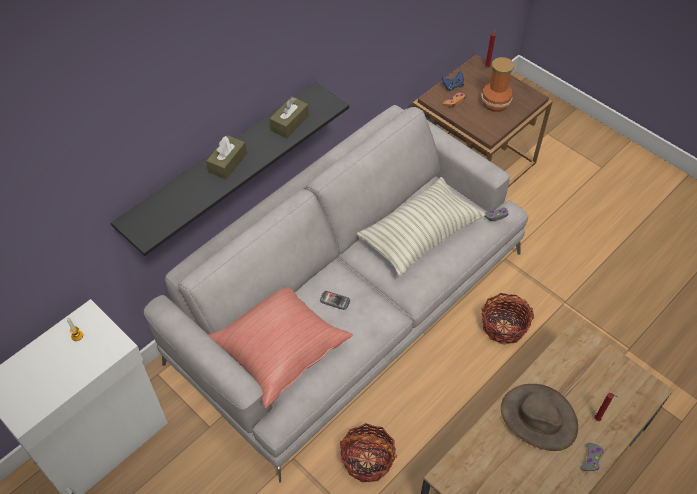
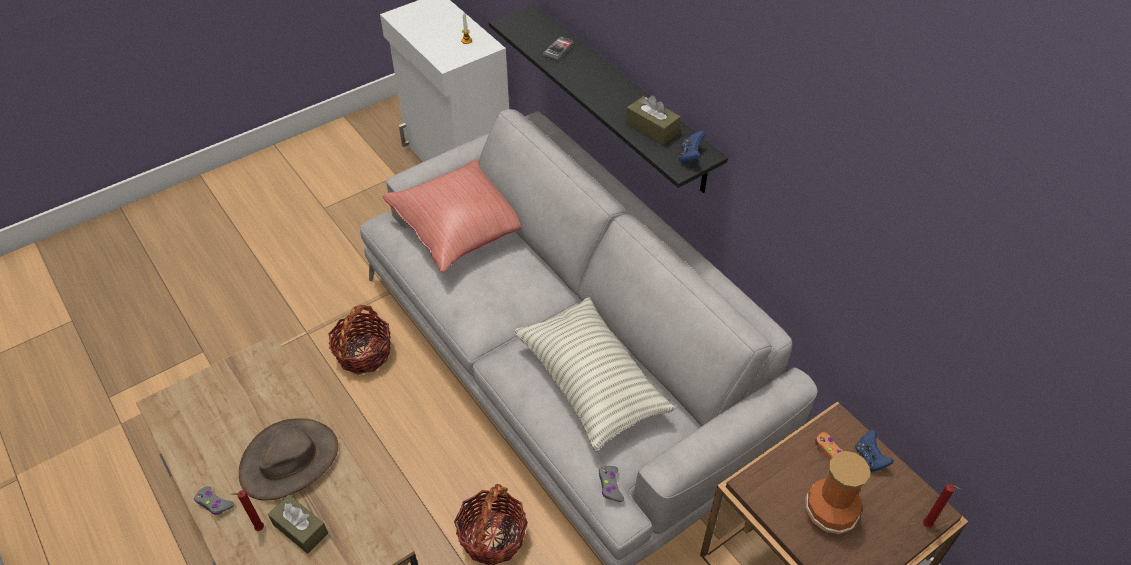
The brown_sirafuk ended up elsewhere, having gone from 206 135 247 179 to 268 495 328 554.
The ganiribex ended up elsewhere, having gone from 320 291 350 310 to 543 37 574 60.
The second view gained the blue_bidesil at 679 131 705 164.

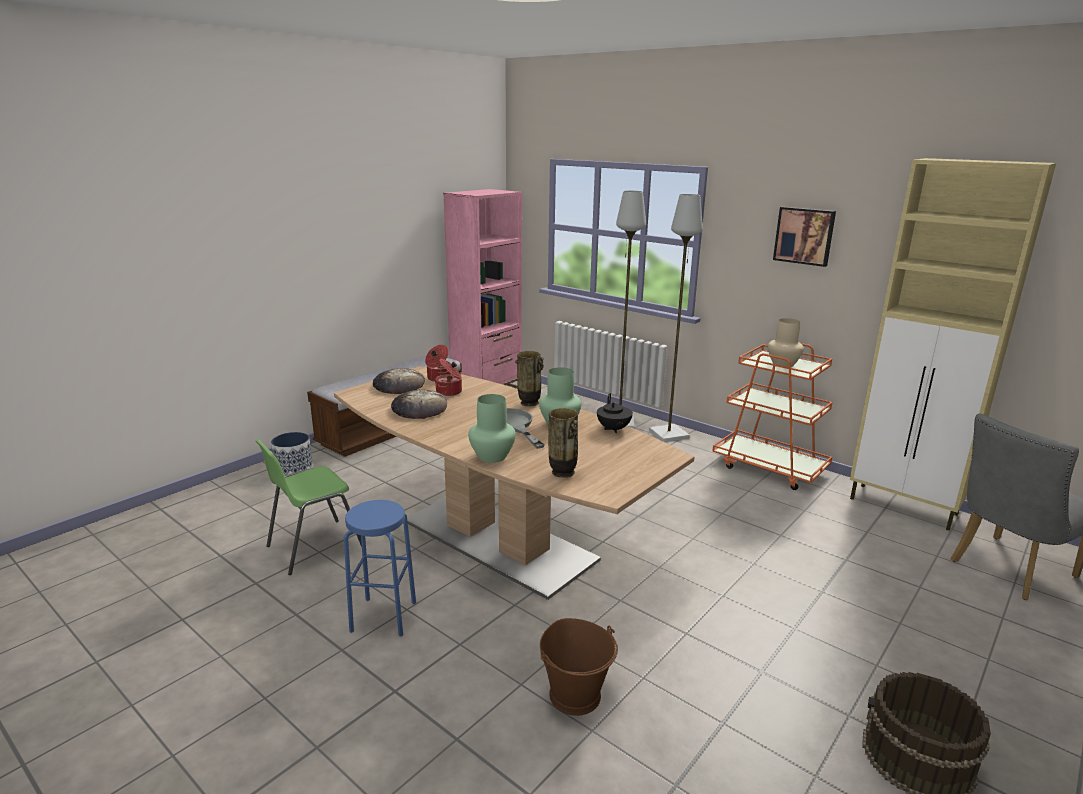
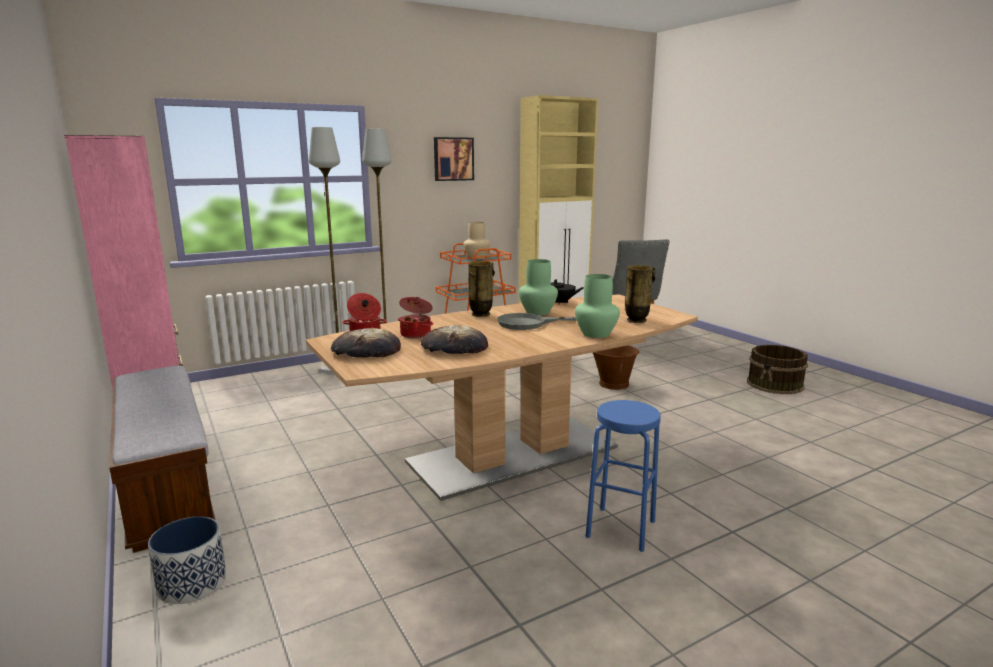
The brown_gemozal ended up elsewhere, having gone from 540 618 618 716 to 592 345 640 390.
The second view lost the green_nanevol at 256 439 362 575.

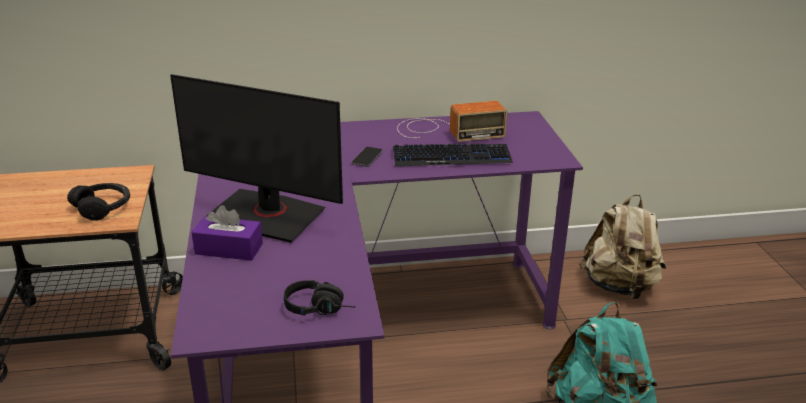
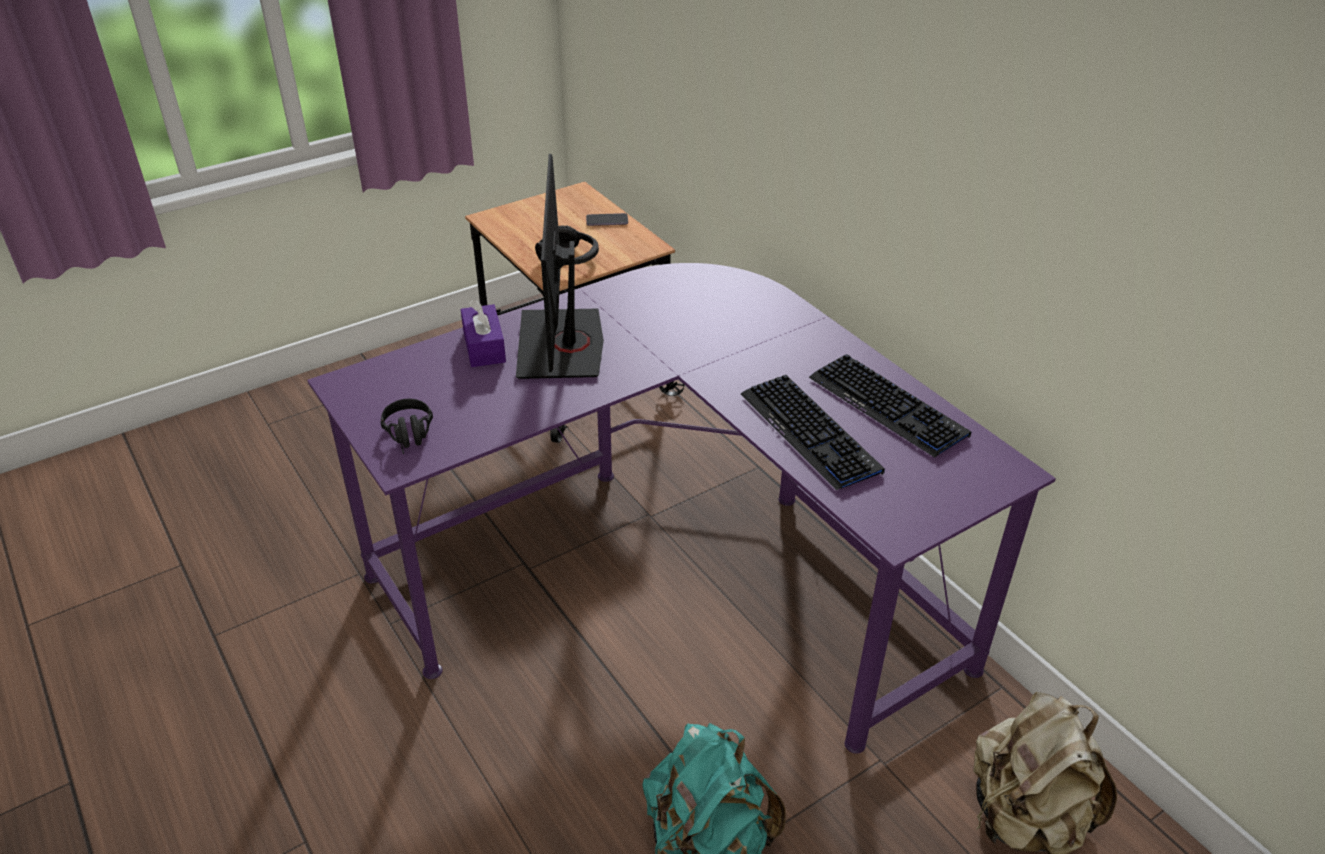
The ganiribex ended up elsewhere, having gone from 352 147 383 167 to 586 213 628 226.
Where the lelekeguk stood at 397 101 508 142, the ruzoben came to stand at 809 354 971 457.

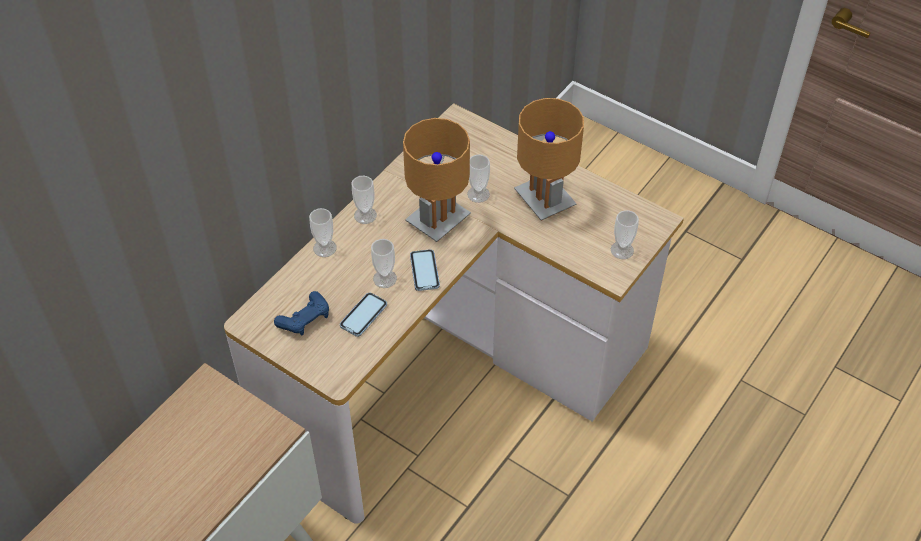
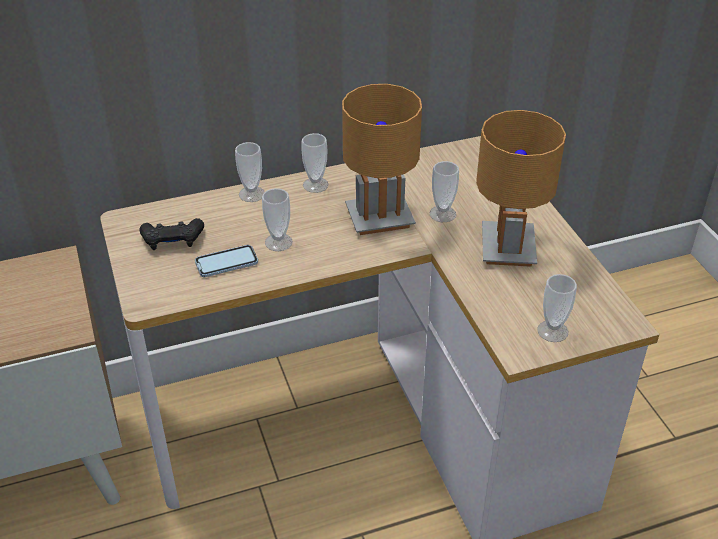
What was the blue_bidesil at 274 291 329 335 turned into the black_bidesil at 139 218 204 250.
The second view lost the ganiribex at 410 249 440 291.

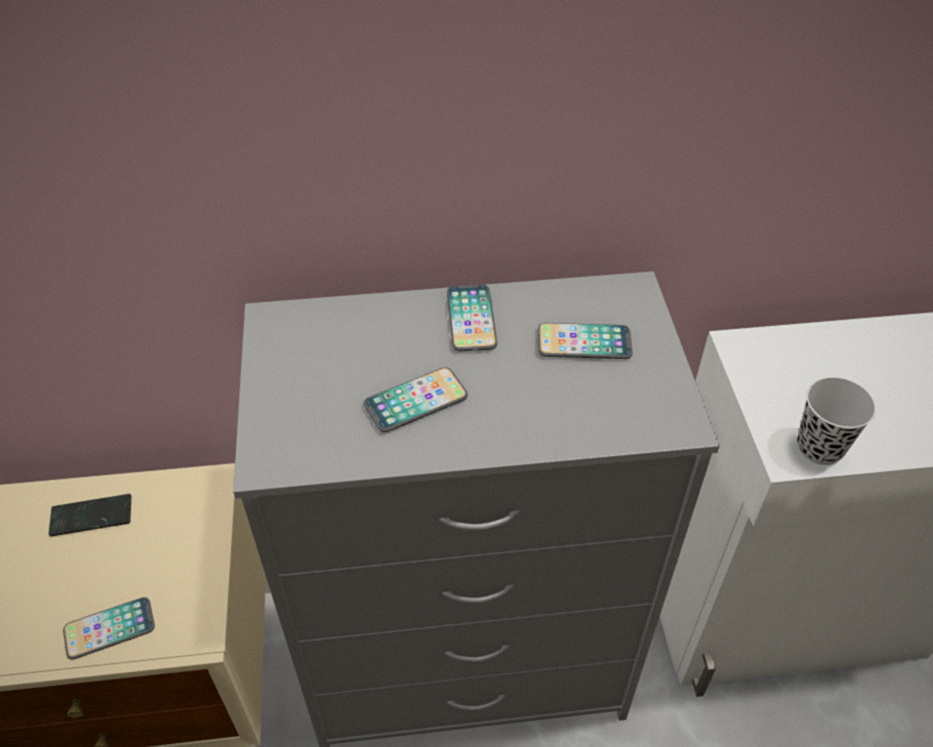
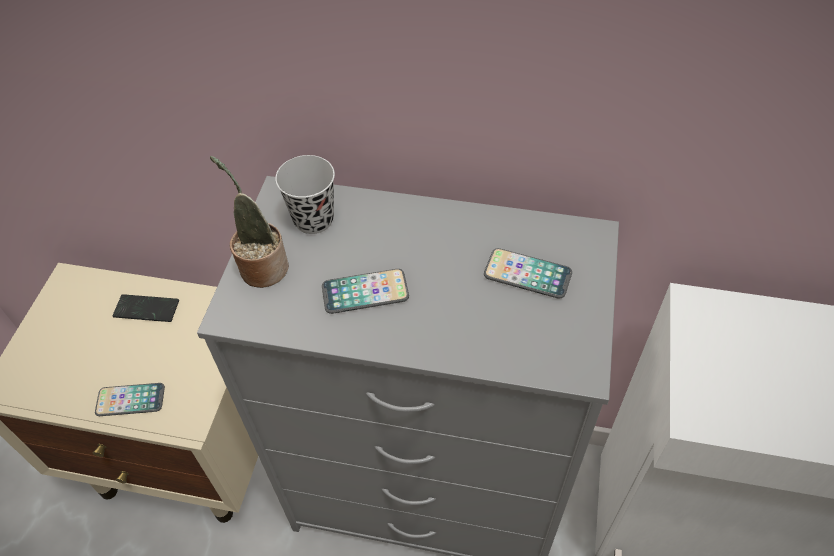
The second view gained the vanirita at 210 156 289 288.
The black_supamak ended up elsewhere, having gone from 797 377 876 465 to 275 155 335 234.
The second view lost the ganiribex at 447 285 497 351.

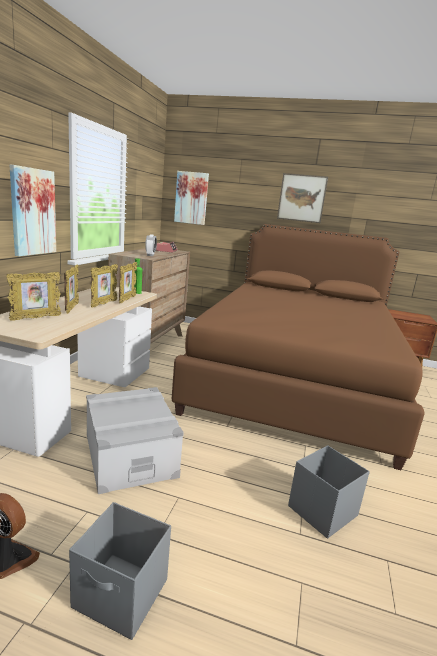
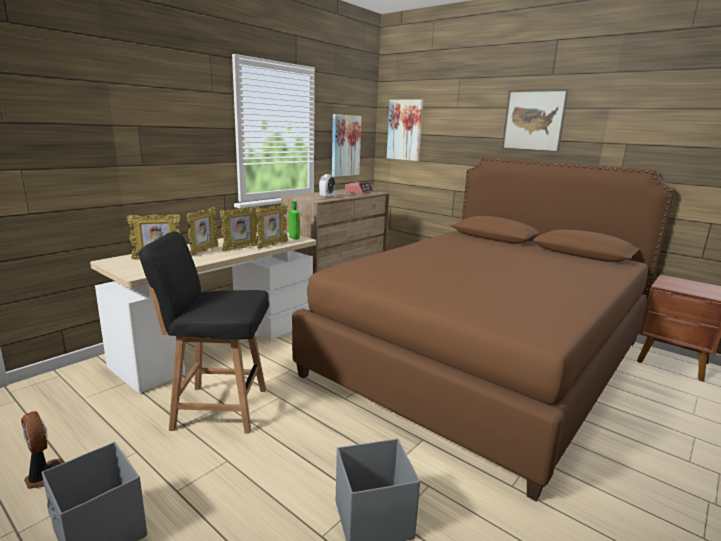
Where the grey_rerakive stood at 86 387 184 494, the black_nanevol came to stand at 138 231 269 433.
The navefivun ended up elsewhere, having gone from 9 165 56 256 to 332 114 362 177.

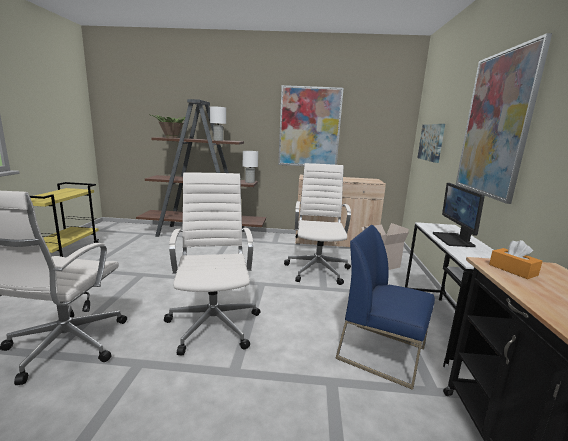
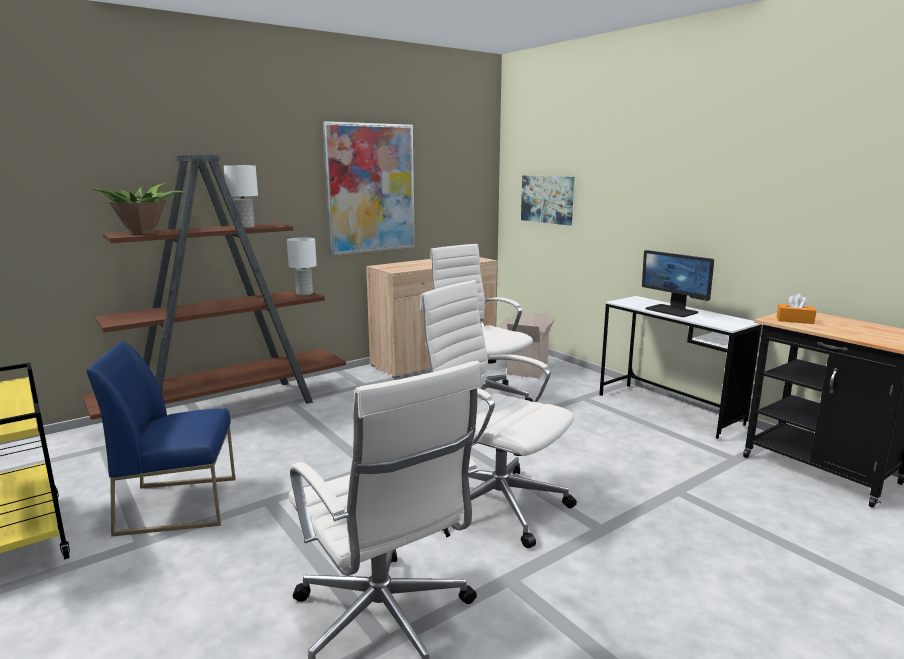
The blue_nanevol ended up elsewhere, having gone from 335 225 435 390 to 86 341 235 536.
The second view lost the navefivun at 455 33 552 204.

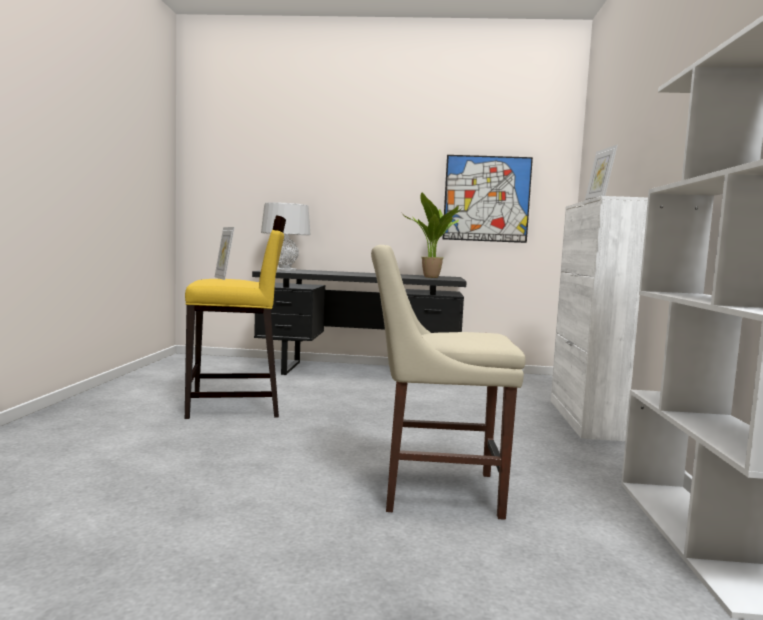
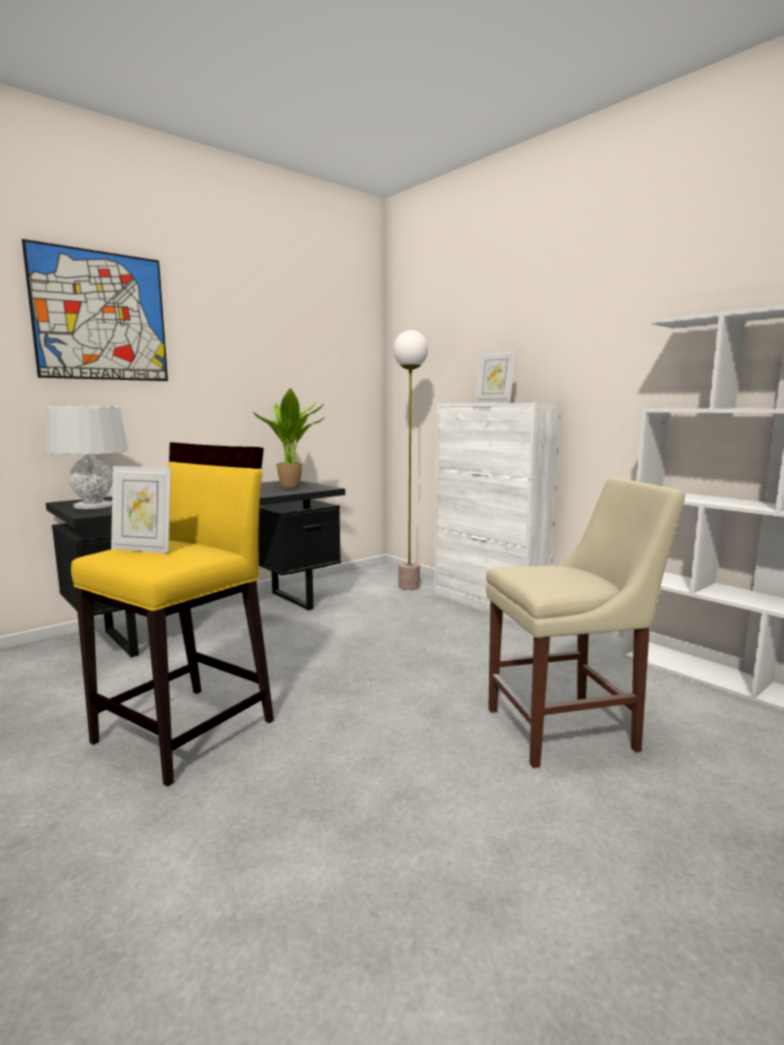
The navefivun ended up elsewhere, having gone from 443 155 533 243 to 22 239 168 381.
The second view gained the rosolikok at 393 330 428 590.
The beige_nanevol at 371 245 526 520 ended up facing another way, 150 degrees counterclockwise from before.

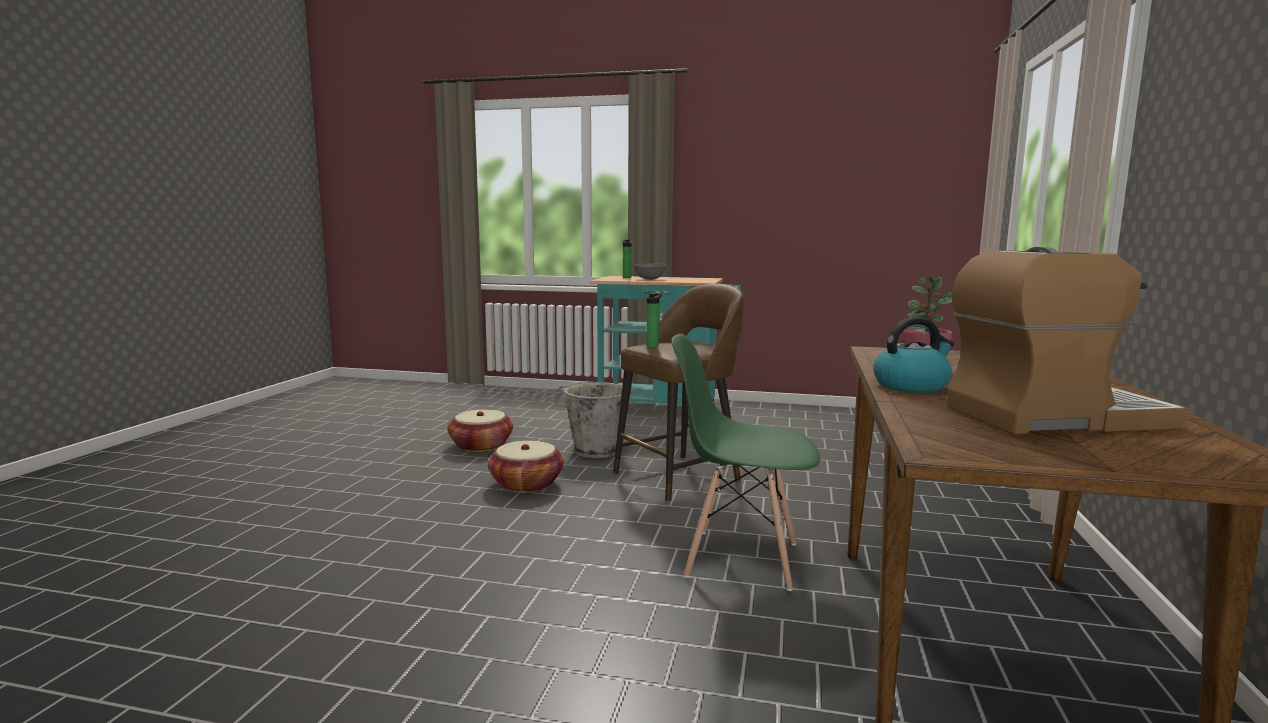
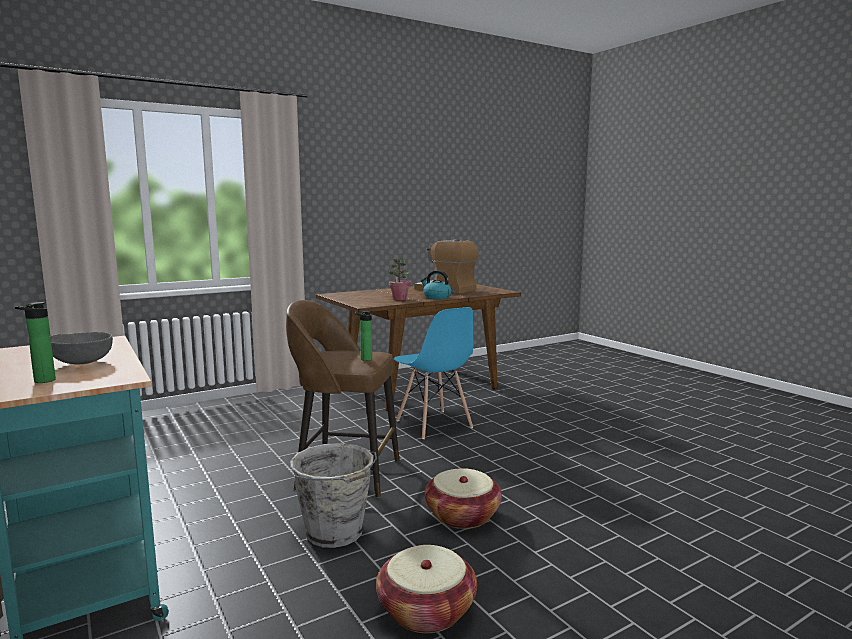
What was the green_nanevol at 671 334 820 591 turned into the blue_nanevol at 394 307 473 439.

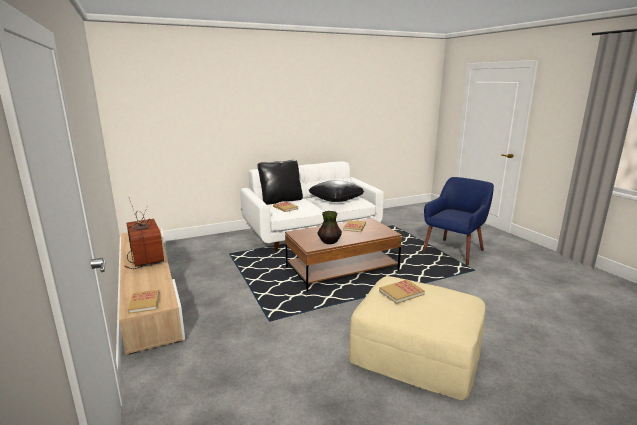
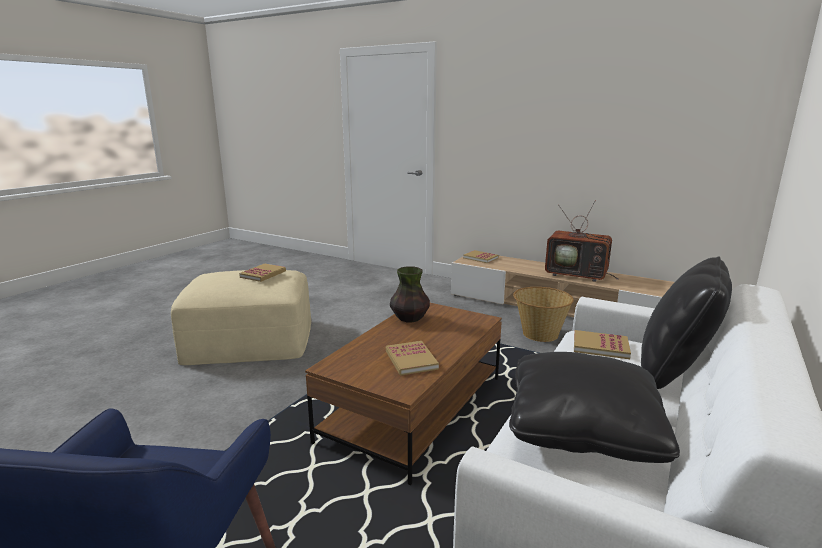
The second view gained the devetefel at 513 287 574 342.

